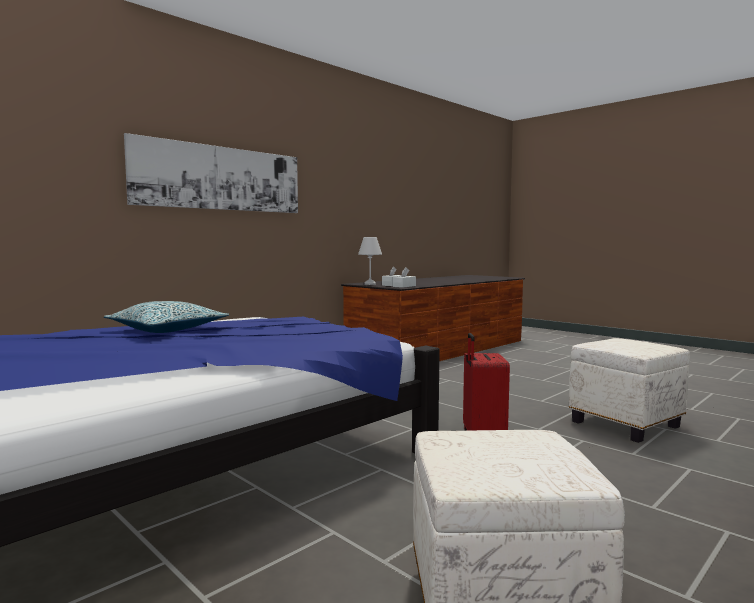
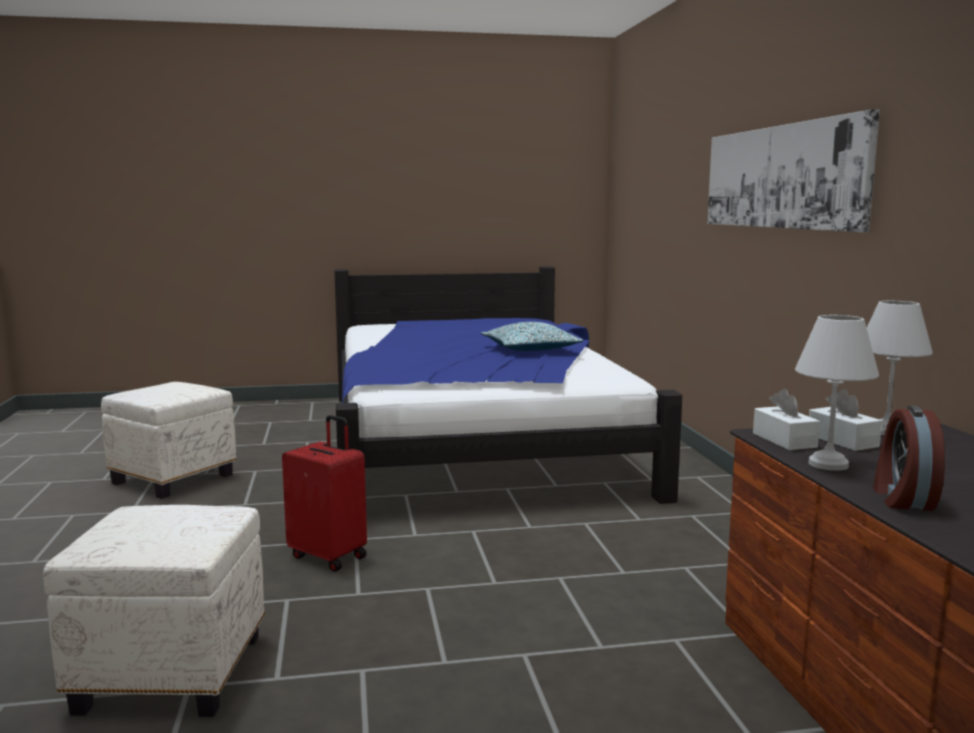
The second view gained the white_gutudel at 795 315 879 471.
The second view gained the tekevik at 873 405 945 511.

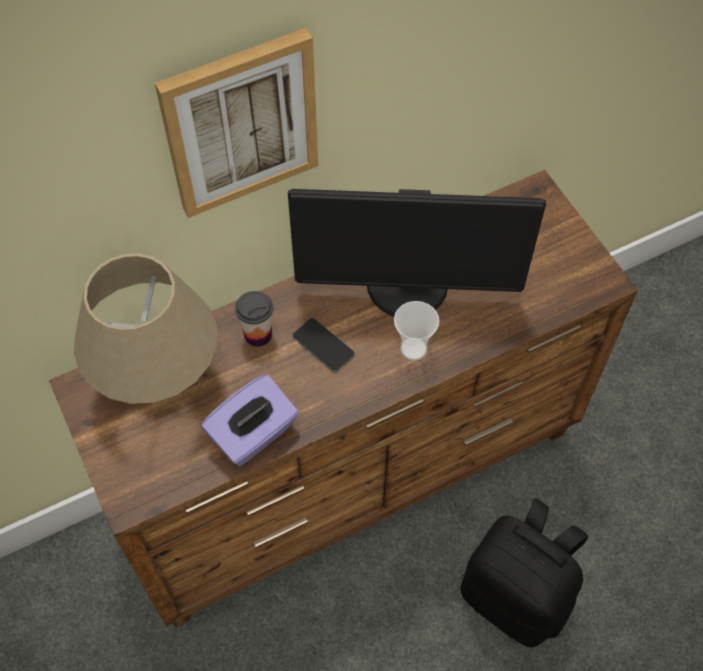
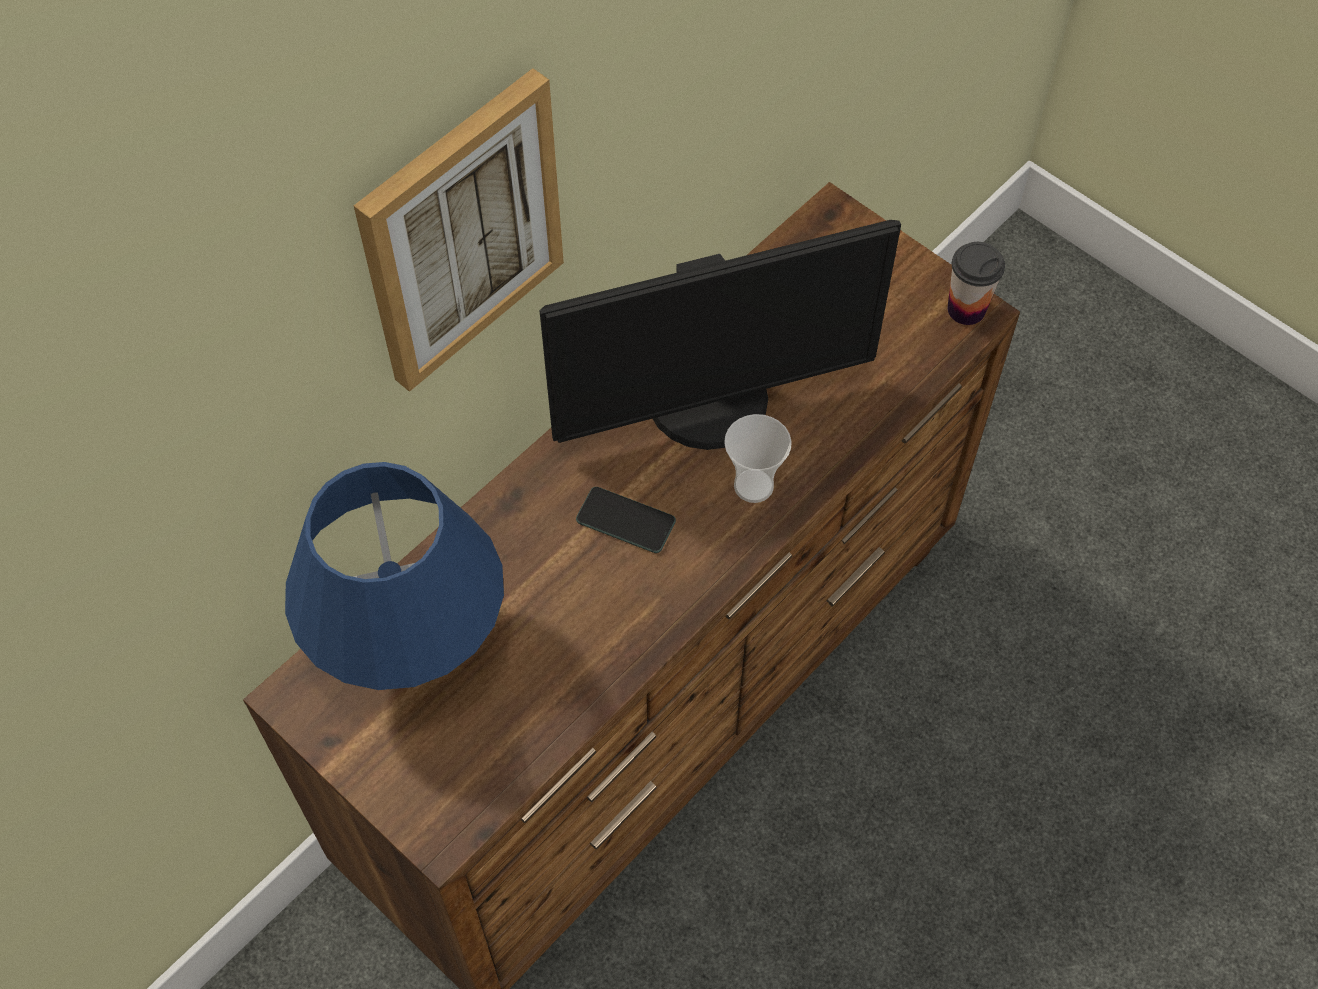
What was the beige_gutudel at 74 253 217 404 turned into the blue_gutudel at 285 462 504 690.
The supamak ended up elsewhere, having gone from 235 291 273 347 to 948 242 1005 325.
The second view lost the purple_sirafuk at 201 374 299 466.
The second view lost the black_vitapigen at 461 498 588 647.

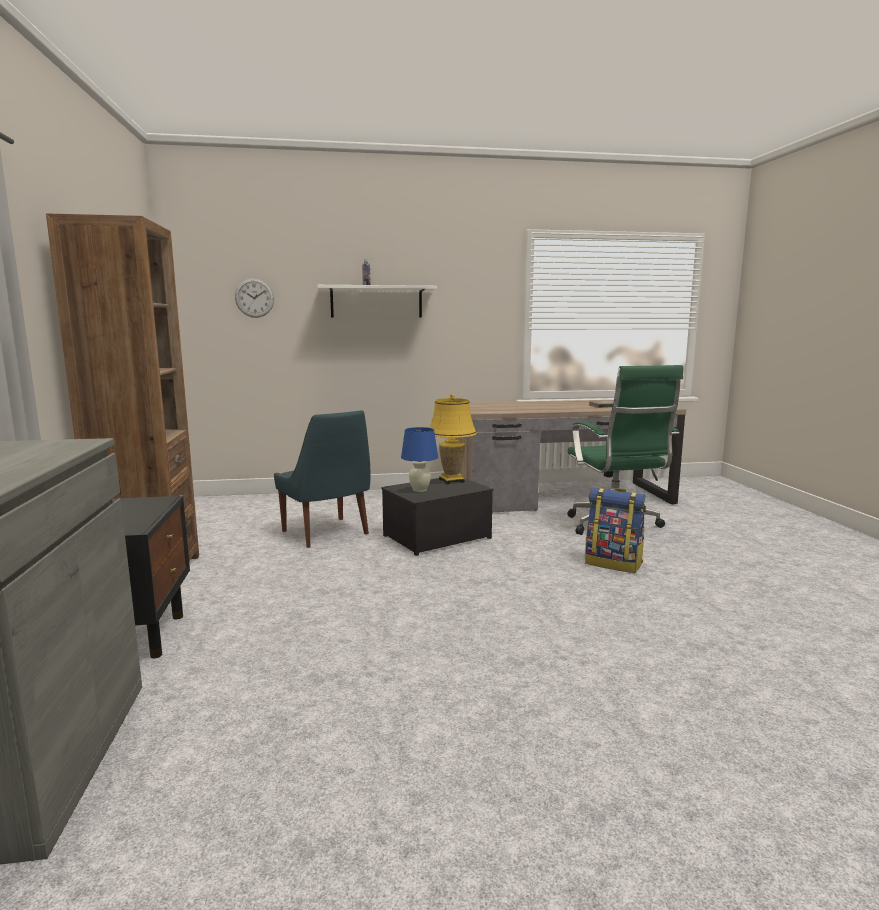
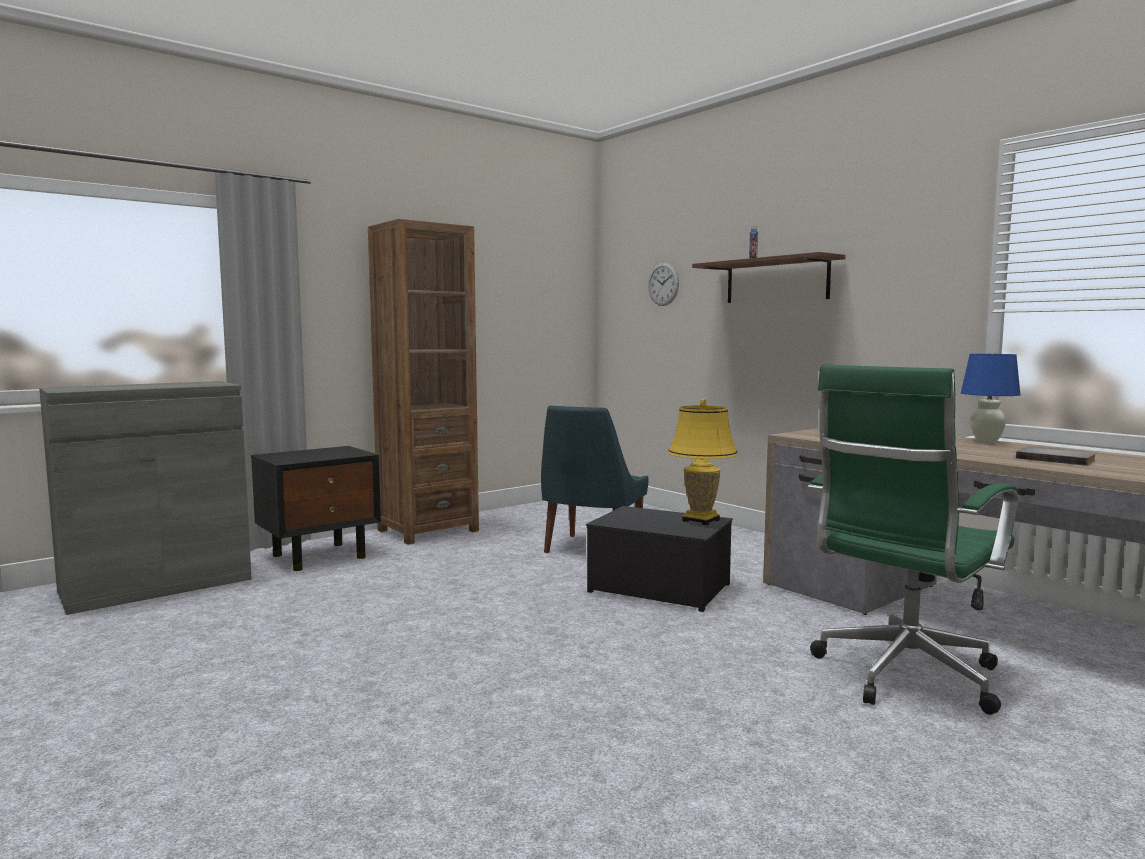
What was the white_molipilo at 317 285 437 318 turned into the brown_molipilo at 692 252 846 303.
The blue_gutudel ended up elsewhere, having gone from 401 427 438 492 to 961 354 1020 443.
The second view lost the vitapigen at 585 488 646 573.

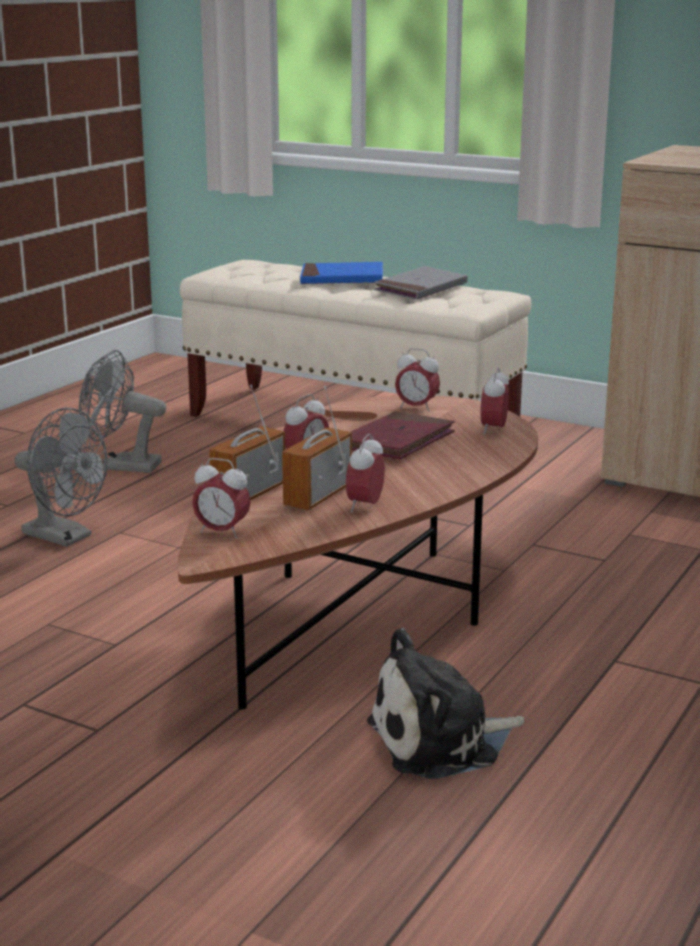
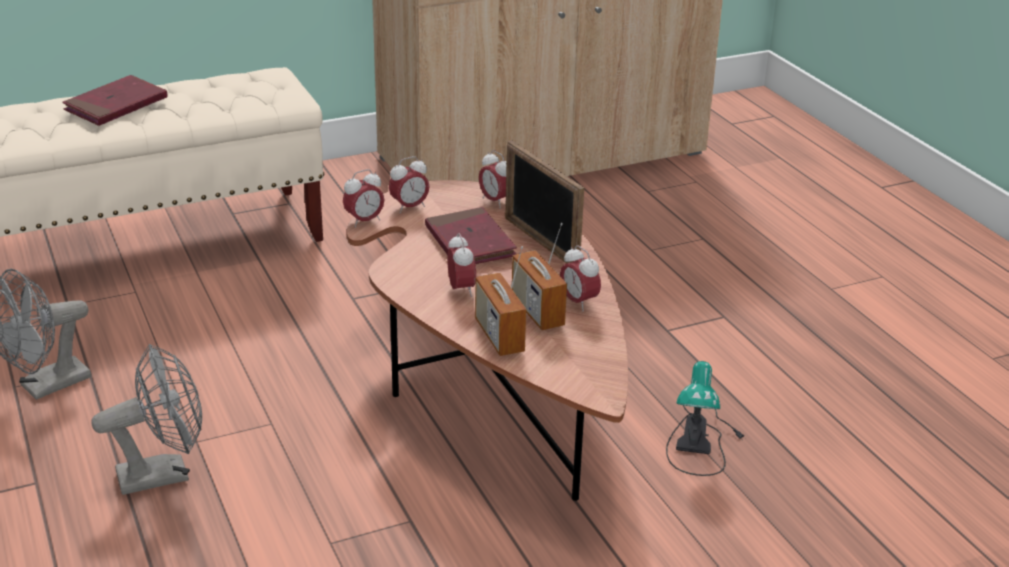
What was the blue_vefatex at 300 262 383 284 turned into the red_vefatex at 62 75 168 126.
The tekevik ended up elsewhere, having gone from 192 458 251 538 to 343 169 384 227.
The second view gained the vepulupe at 505 140 584 263.
Where the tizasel stood at 367 628 524 779, the gutudel came to stand at 666 361 746 476.
The second view lost the grey_vefatex at 374 266 468 300.

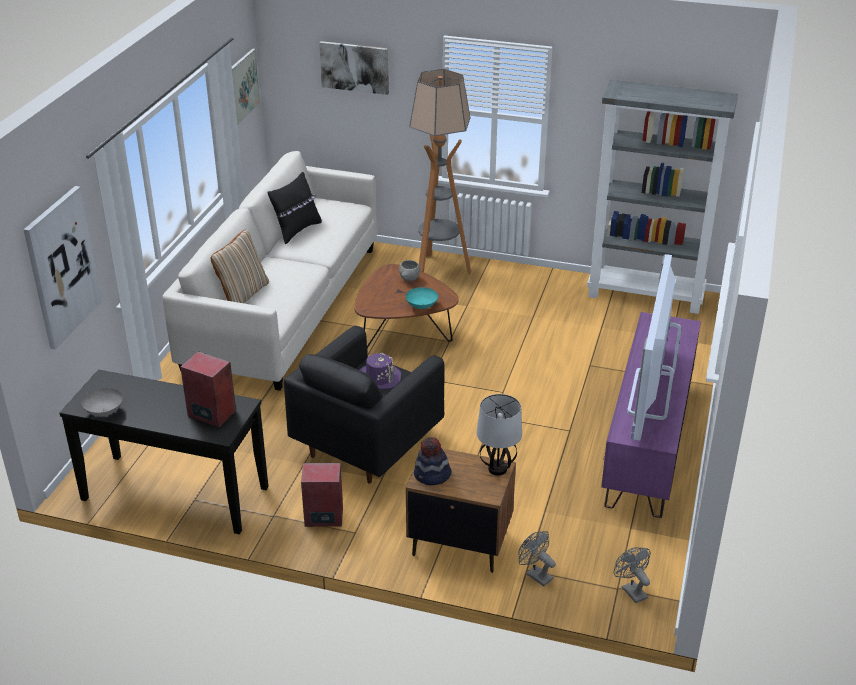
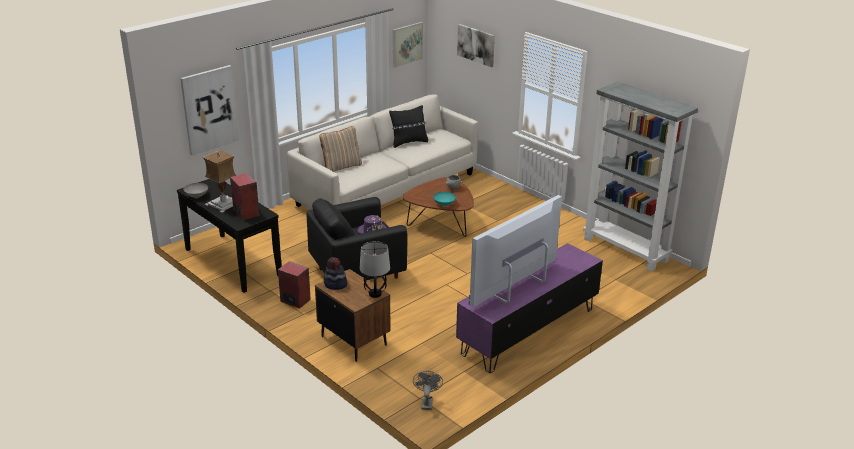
The second view gained the gutudel at 203 150 236 213.
The second view lost the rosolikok at 409 69 471 275.
The second view lost the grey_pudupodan at 518 531 556 587.

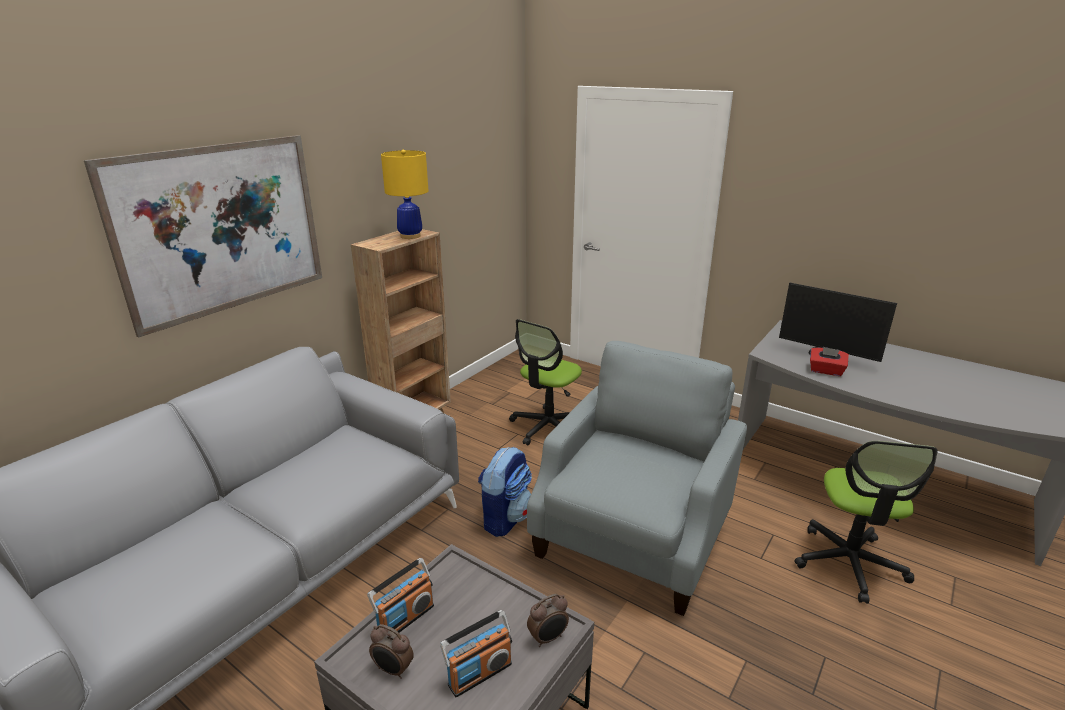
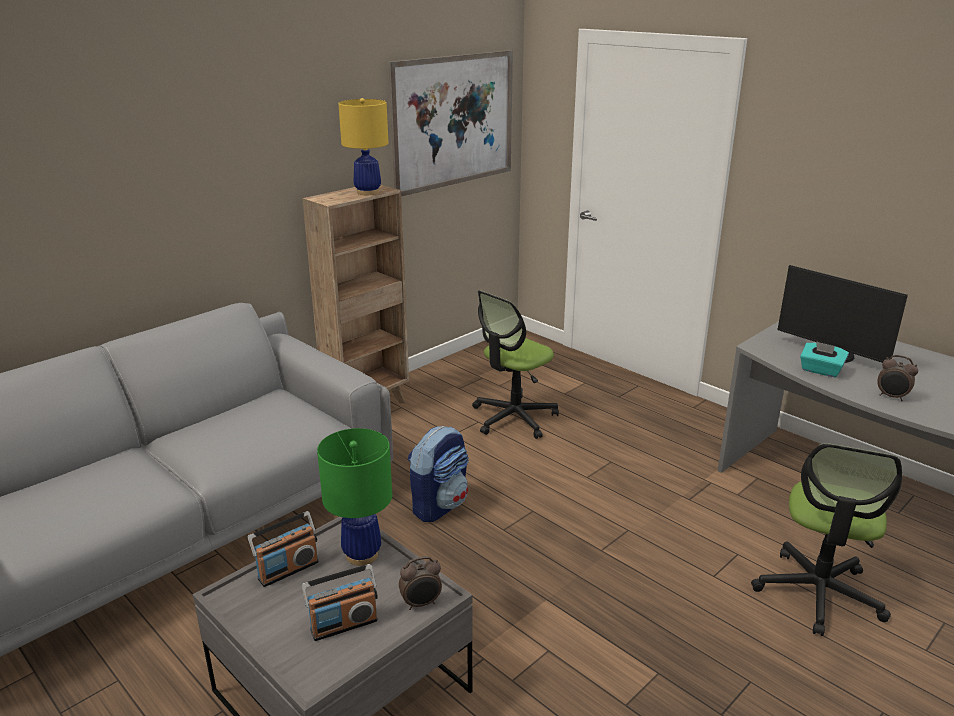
The second view gained the green_gutudel at 317 428 392 566.
The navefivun ended up elsewhere, having gone from 84 135 322 338 to 388 50 513 196.
What was the red_sirafuk at 810 347 849 376 turned into the turquoise_sirafuk at 800 342 849 378.
The tekevik ended up elsewhere, having gone from 369 624 414 679 to 877 355 918 401.
The second view lost the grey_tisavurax at 527 341 747 616.

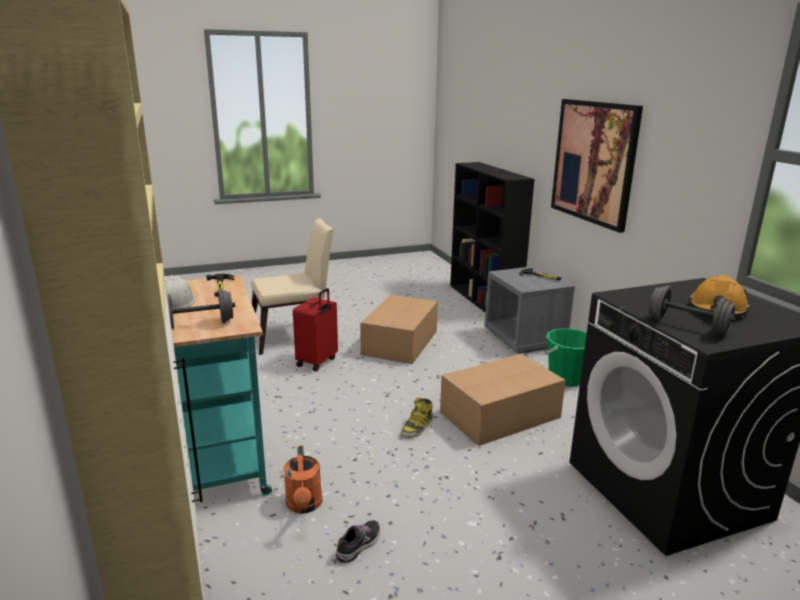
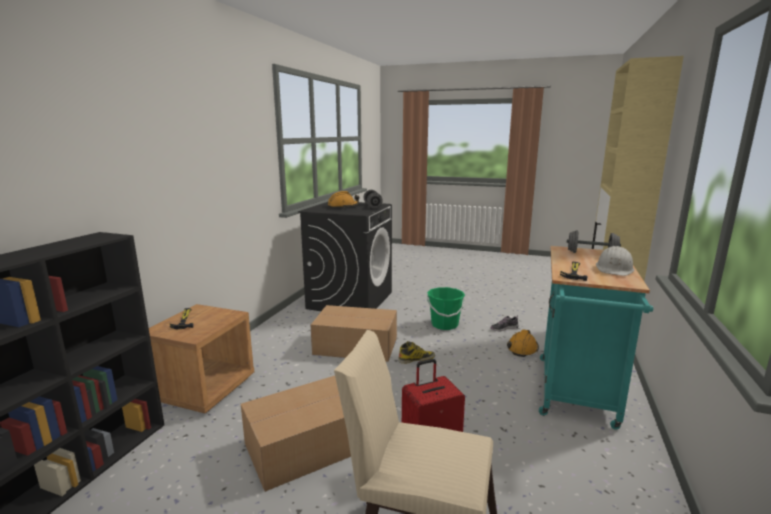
What was the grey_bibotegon at 484 266 575 354 turned into the brown_bibotegon at 149 304 254 414.
The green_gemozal ended up elsewhere, having gone from 545 328 587 387 to 427 287 466 330.
Where the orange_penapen stood at 283 445 323 514, the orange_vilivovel came to stand at 507 330 539 357.
The second view lost the navefivun at 551 99 643 233.

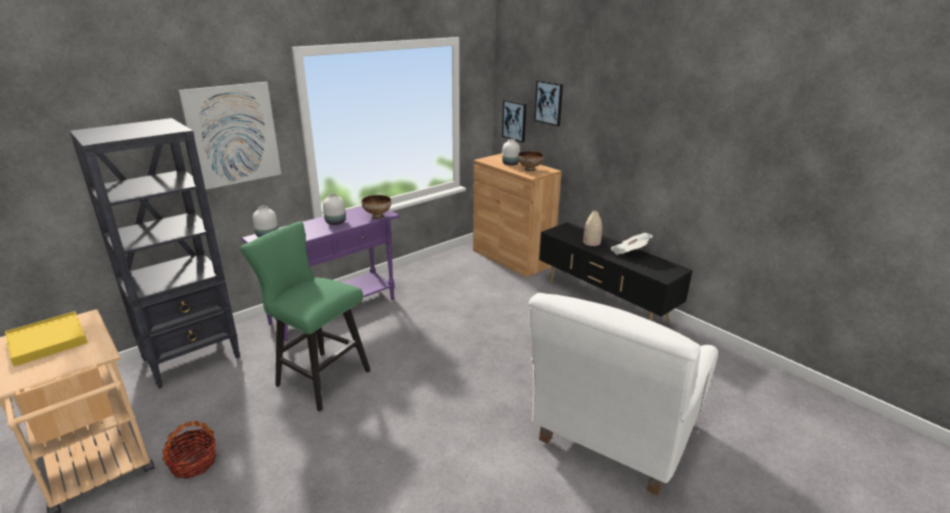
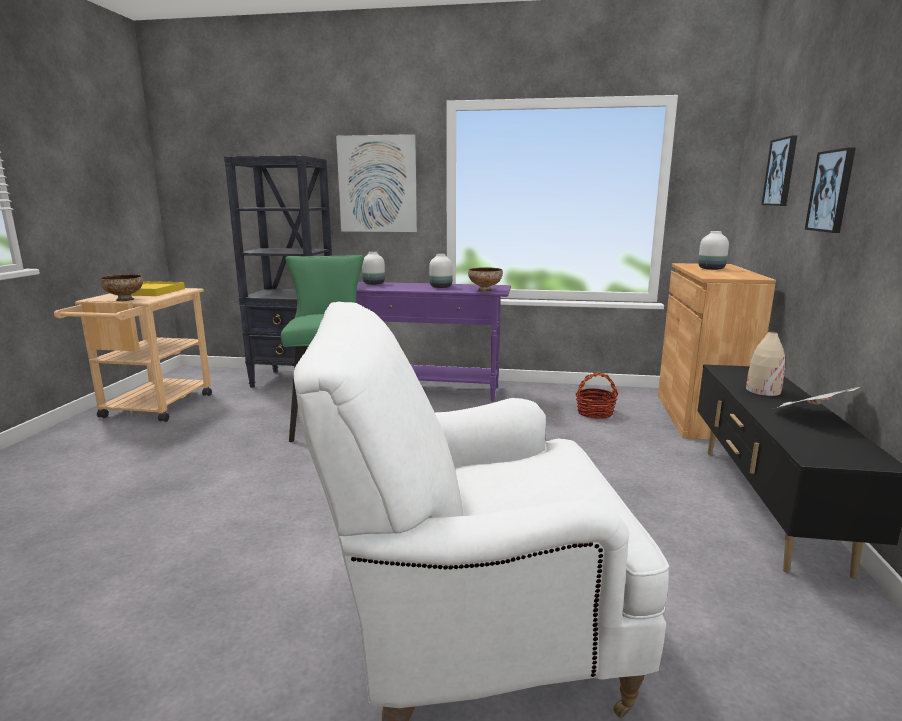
The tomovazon ended up elsewhere, having gone from 518 151 544 171 to 100 274 143 301.
The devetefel ended up elsewhere, having gone from 162 421 216 479 to 575 372 618 419.
The navefivun ended up elsewhere, having gone from 502 100 526 142 to 805 147 856 233.

